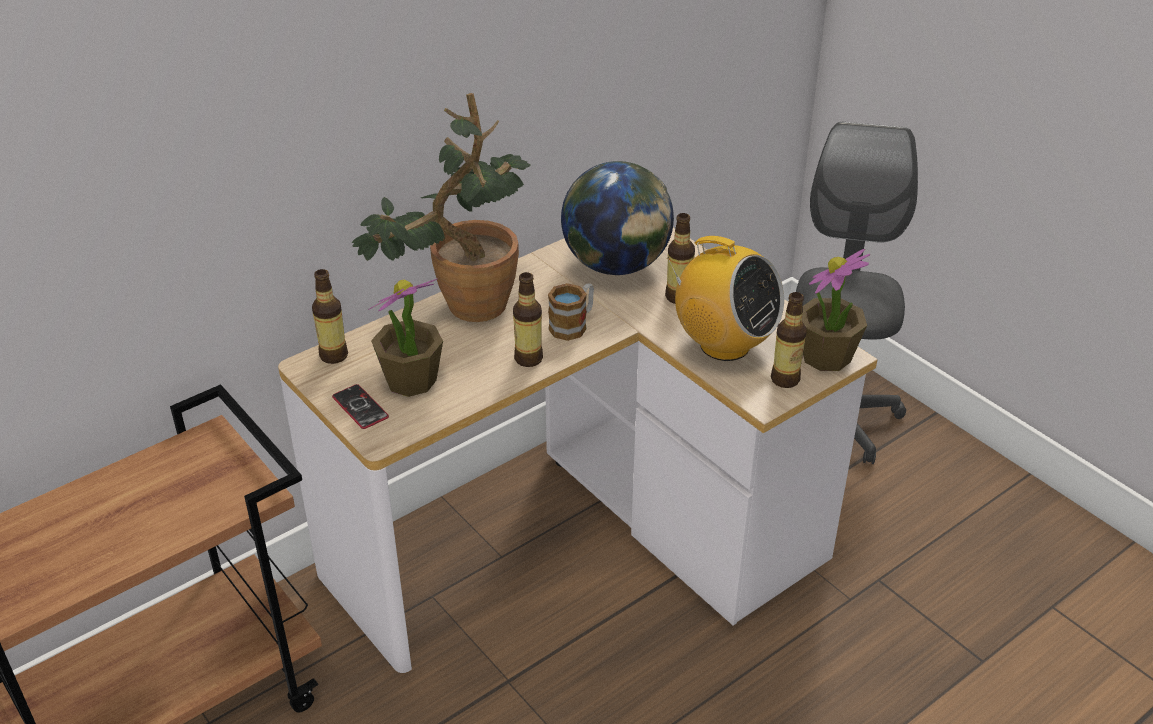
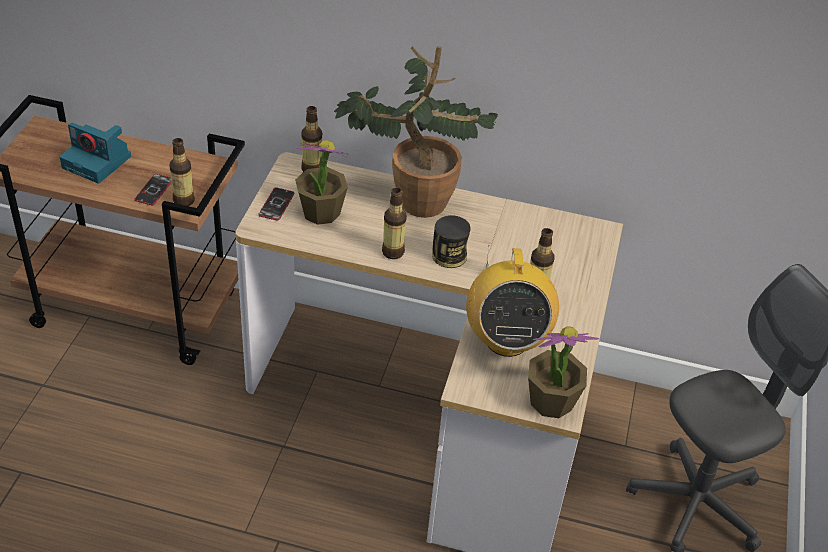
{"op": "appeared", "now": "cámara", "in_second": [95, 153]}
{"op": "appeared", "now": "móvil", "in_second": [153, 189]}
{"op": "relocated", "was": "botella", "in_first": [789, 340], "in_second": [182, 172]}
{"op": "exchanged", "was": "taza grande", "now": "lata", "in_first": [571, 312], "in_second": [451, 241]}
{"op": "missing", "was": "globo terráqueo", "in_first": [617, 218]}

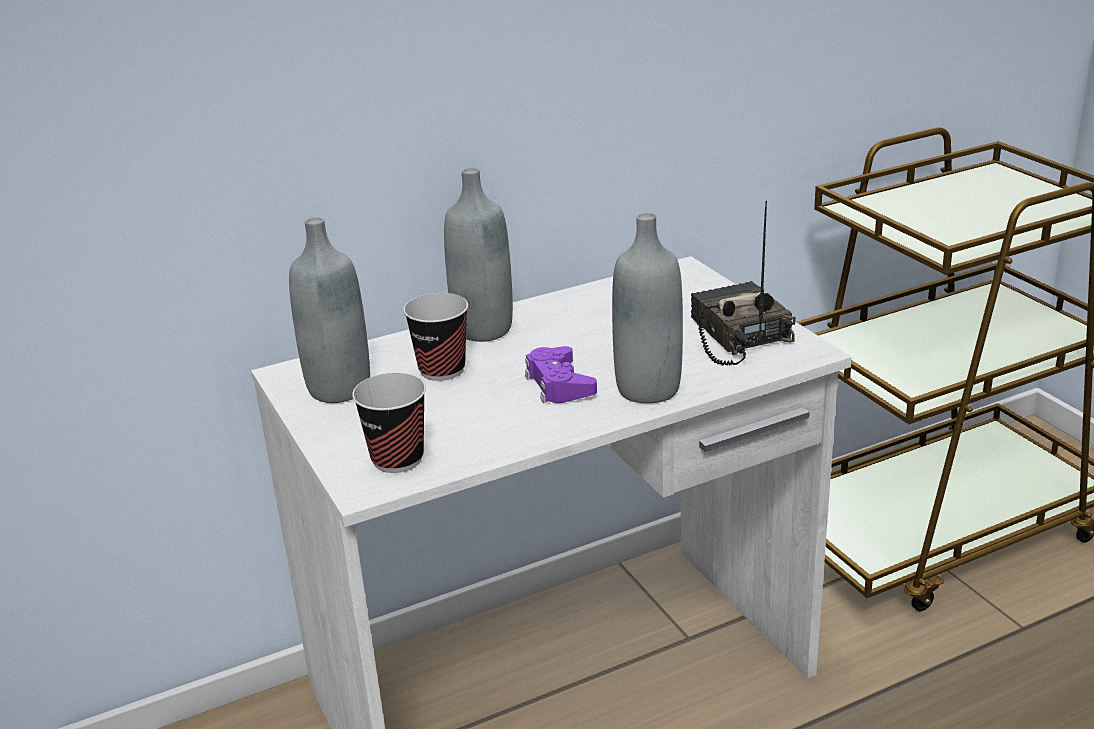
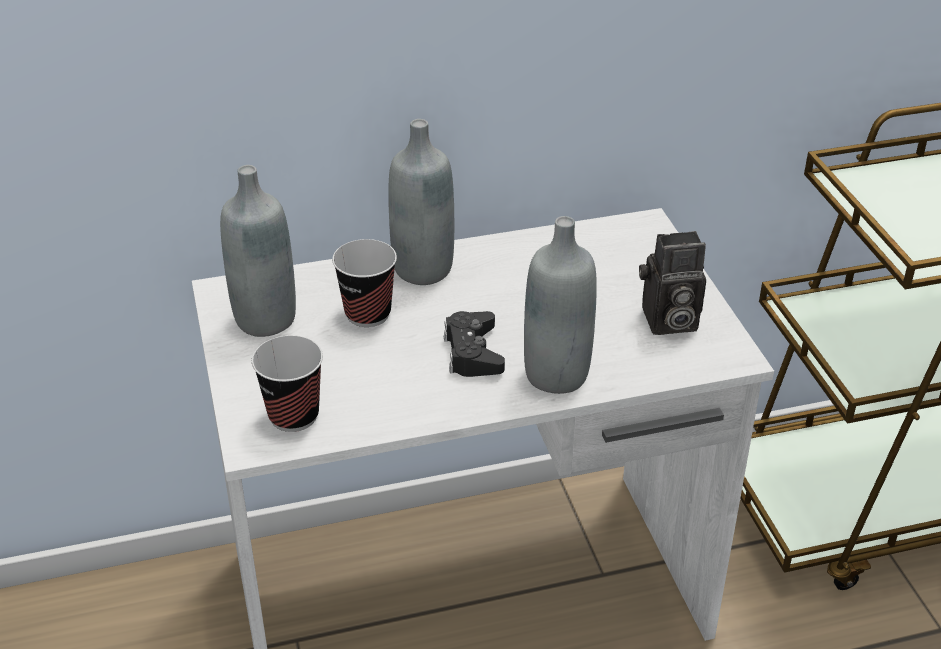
{"op": "colour", "was": "mando de consola/morado", "now": "mando de consola/negro", "in_first": [561, 374], "in_second": [474, 344]}
{"op": "exchanged", "was": "radio", "now": "cámara", "in_first": [743, 283], "in_second": [672, 283]}

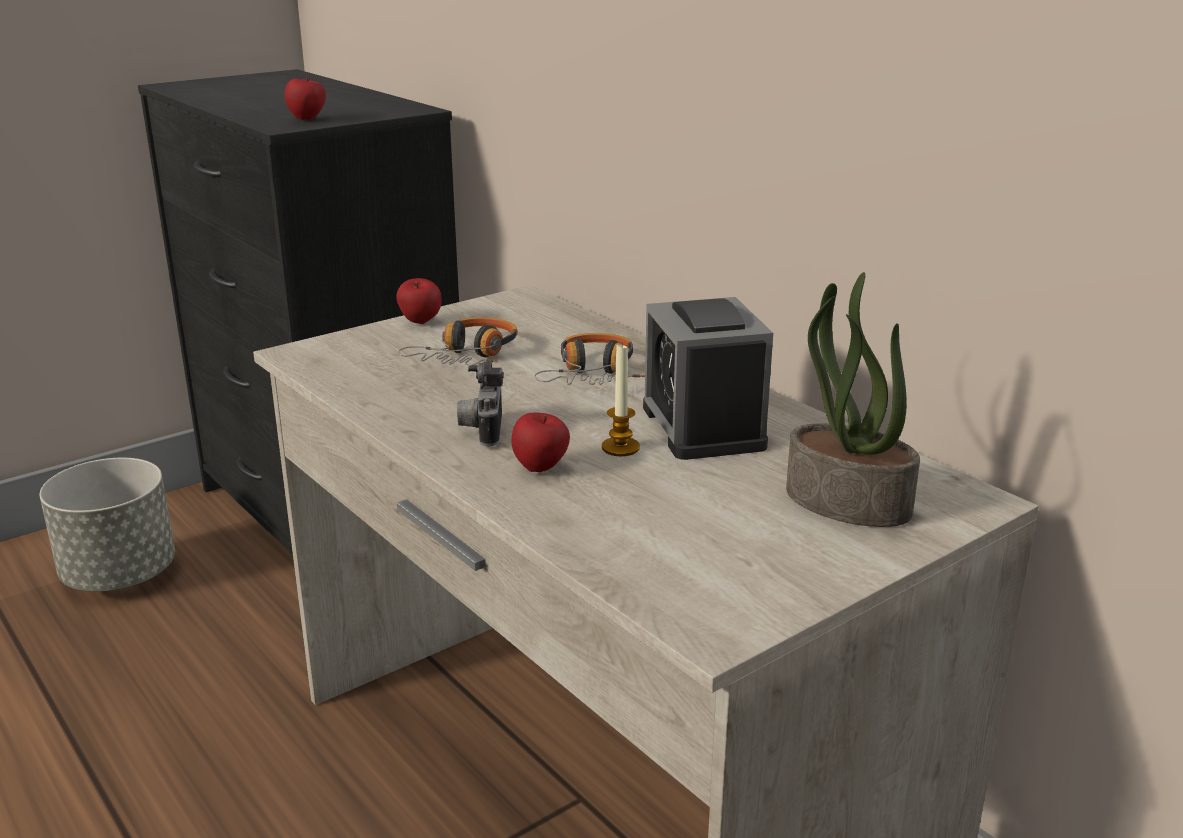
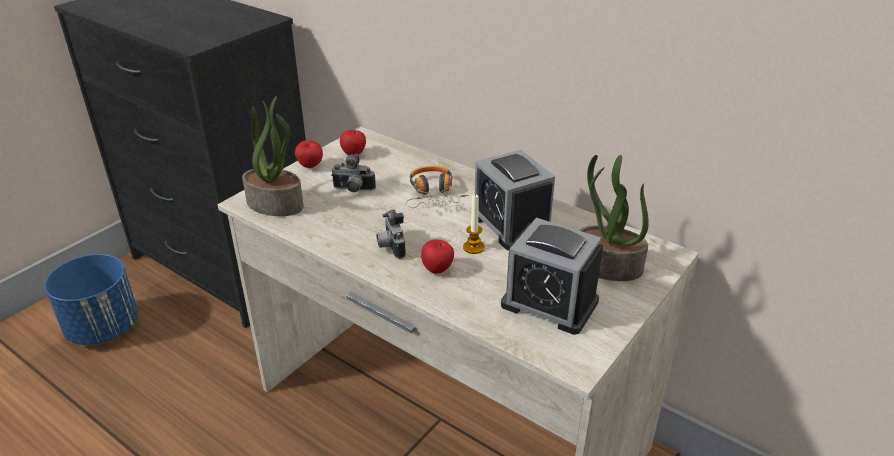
{"op": "colour", "was": "maceta/gris", "now": "maceta/azul", "in_first": [107, 525], "in_second": [91, 299]}
{"op": "appeared", "now": "planta en maceta", "in_second": [273, 156]}
{"op": "exchanged", "was": "auriculares", "now": "cámara", "in_first": [458, 341], "in_second": [353, 172]}
{"op": "relocated", "was": "manzana", "in_first": [305, 98], "in_second": [353, 142]}
{"op": "appeared", "now": "despertador", "in_second": [552, 276]}

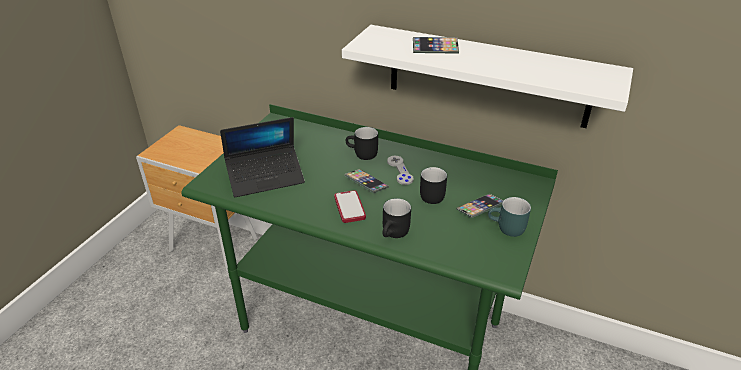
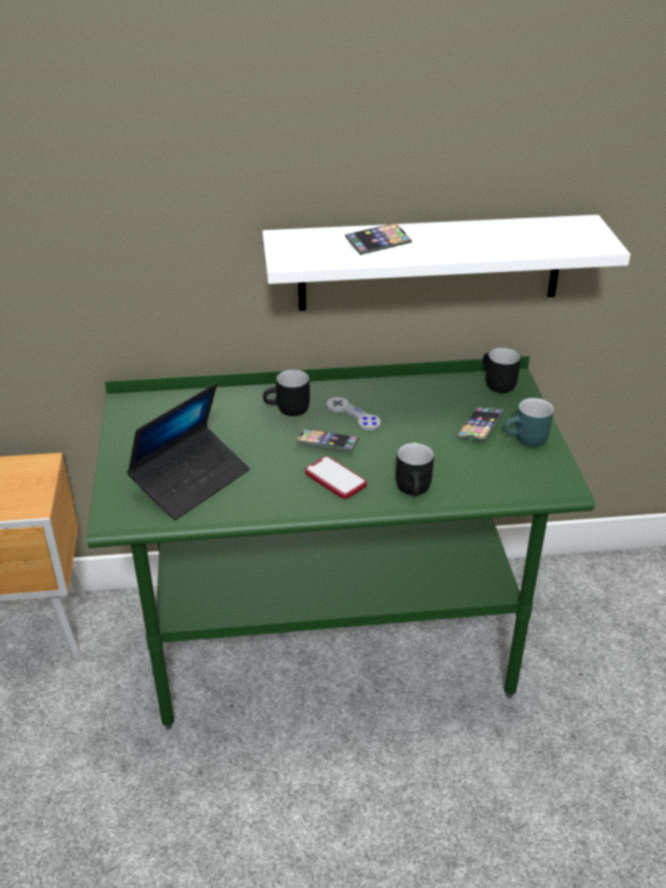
{"op": "relocated", "was": "taza grande/negro", "in_first": [433, 185], "in_second": [502, 370]}

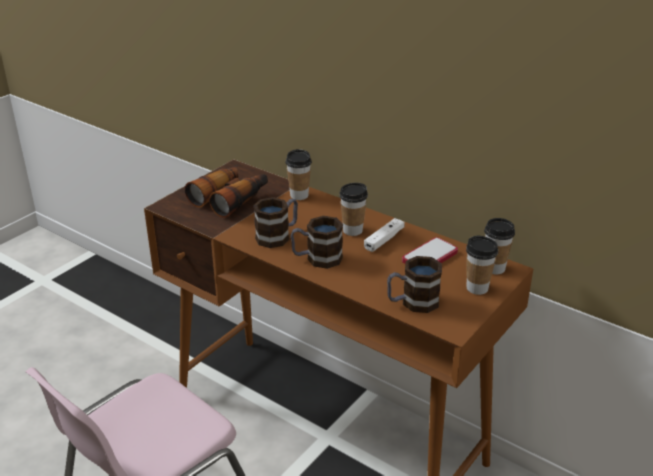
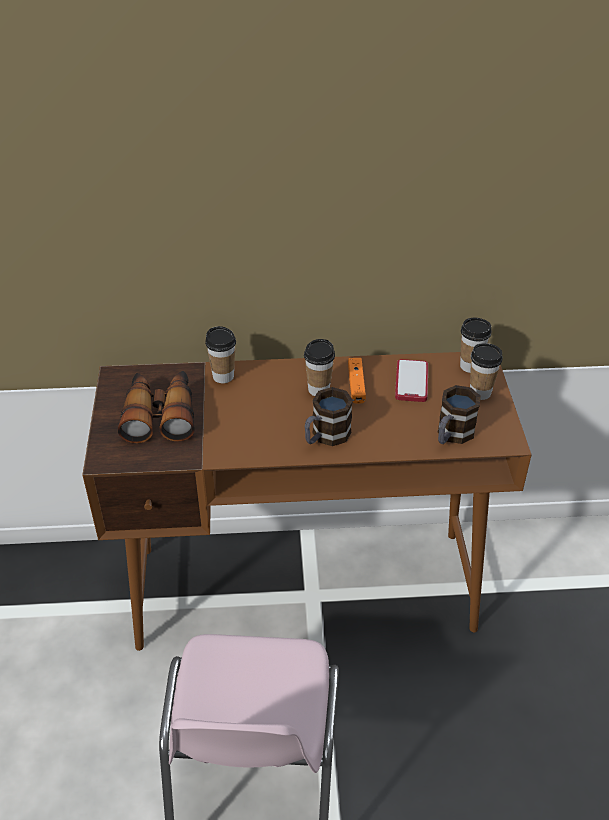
{"op": "colour", "was": "mando de consola/blanco", "now": "mando de consola/naranja", "in_first": [384, 235], "in_second": [357, 381]}
{"op": "missing", "was": "taza grande", "in_first": [276, 222]}

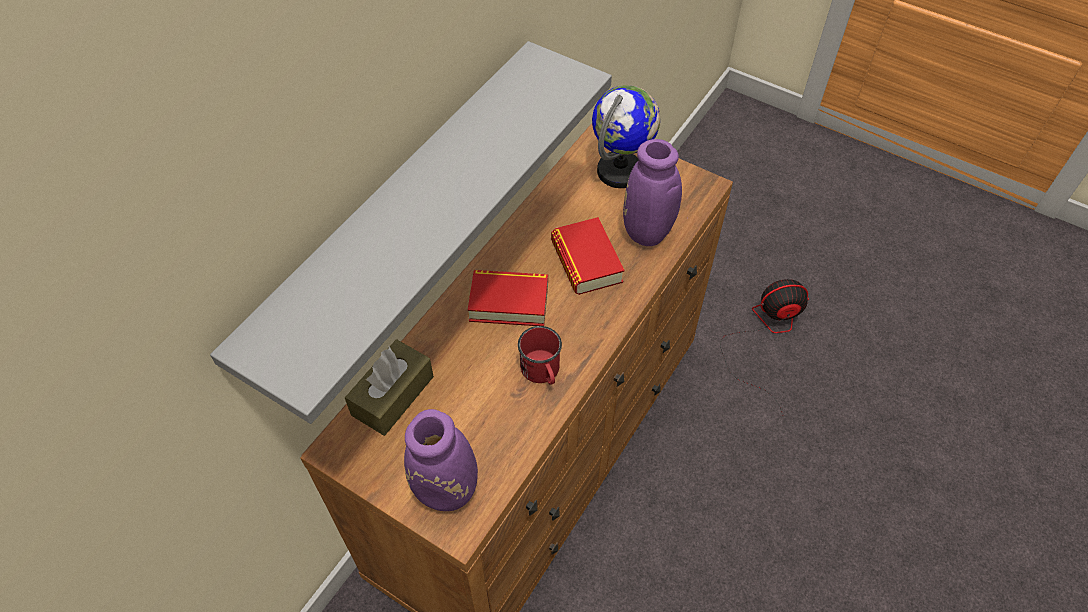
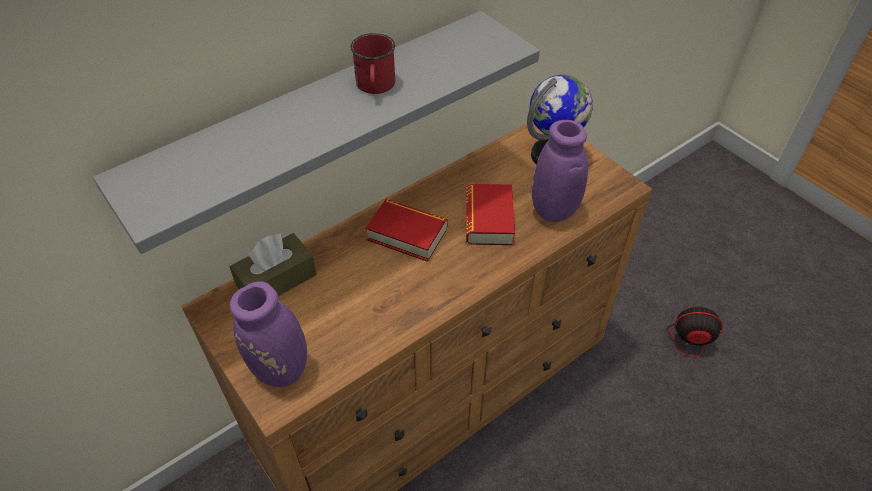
{"op": "relocated", "was": "taza grande/rojo", "in_first": [540, 355], "in_second": [372, 63]}

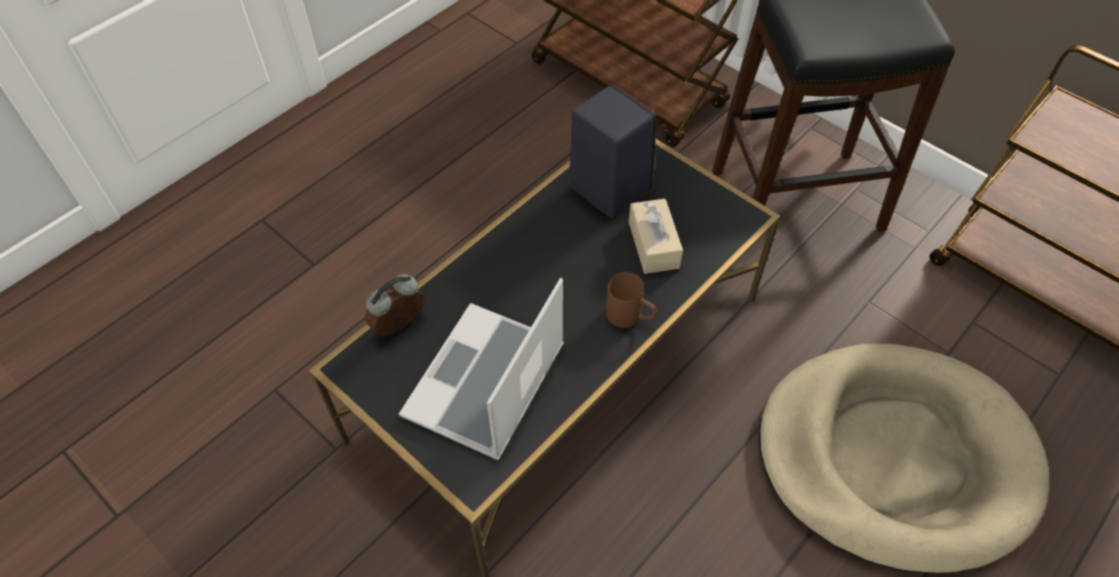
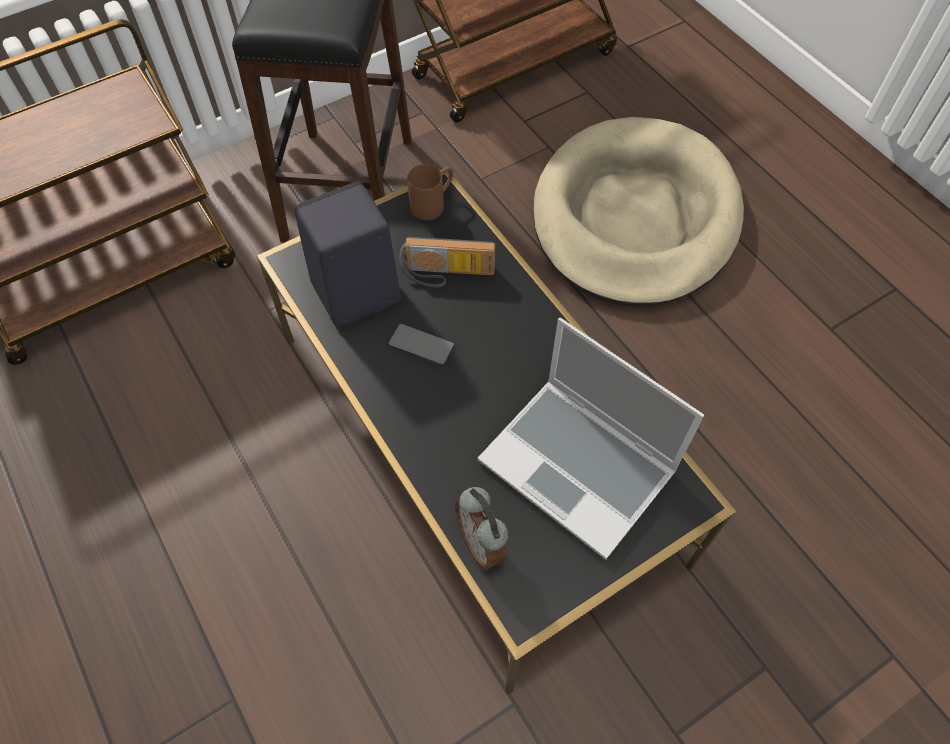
{"op": "appeared", "now": "móvil", "in_second": [421, 345]}
{"op": "exchanged", "was": "caja de pañuelos/beis", "now": "radio", "in_first": [656, 236], "in_second": [447, 262]}
{"op": "relocated", "was": "taza grande/marrón", "in_first": [631, 300], "in_second": [430, 192]}

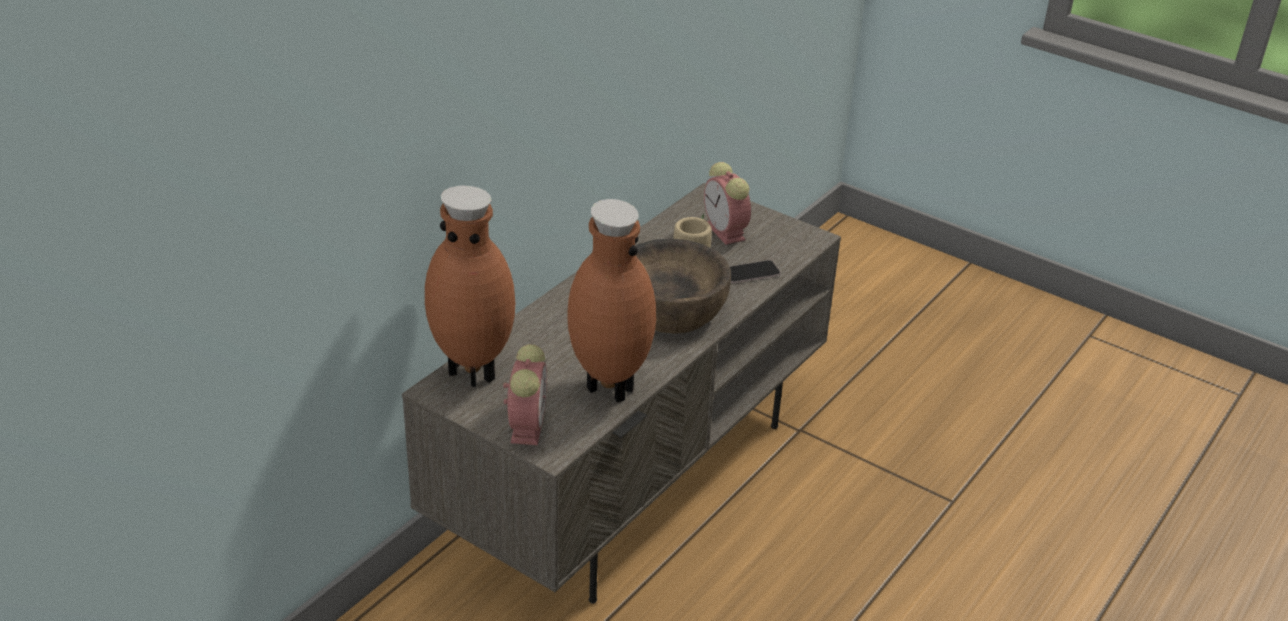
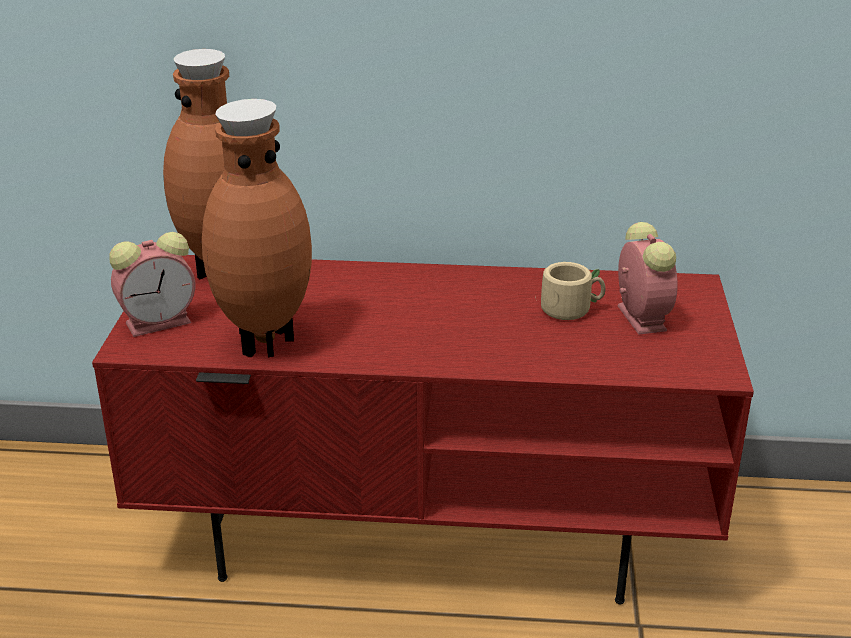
{"op": "colour", "was": "mueble de televisión/gris", "now": "mueble de televisión/rojo", "in_first": [621, 393], "in_second": [423, 429]}
{"op": "spun", "was": "despertador", "in_first": [727, 203], "in_second": [648, 278], "clockwise": 135}
{"op": "missing", "was": "cuenco/marrón", "in_first": [683, 286]}
{"op": "missing", "was": "móvil", "in_first": [755, 271]}

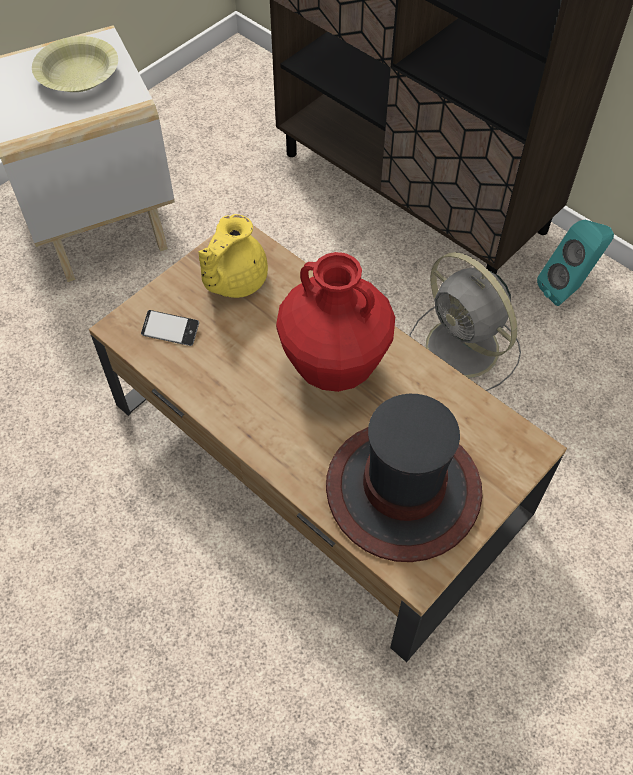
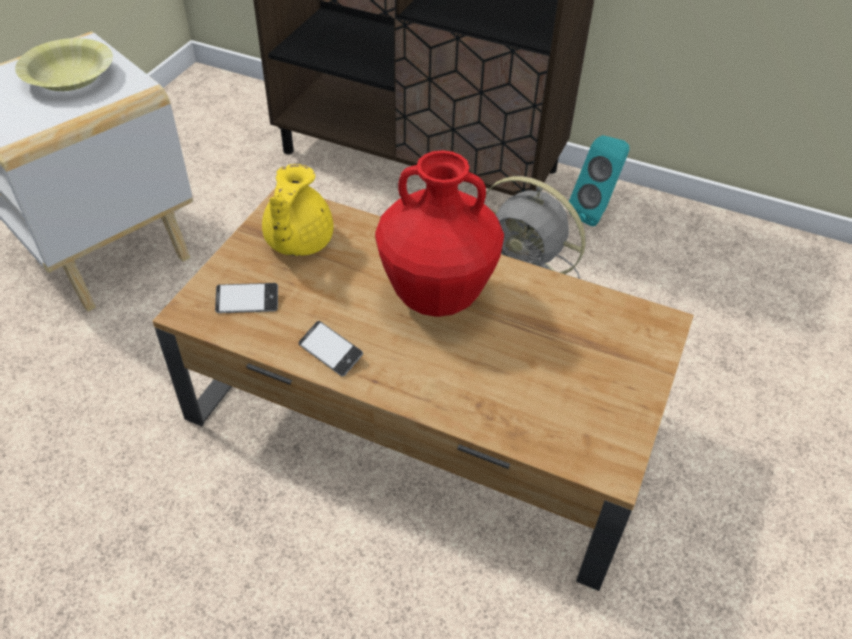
{"op": "appeared", "now": "móvil", "in_second": [331, 349]}
{"op": "missing", "was": "sombrero", "in_first": [404, 478]}

